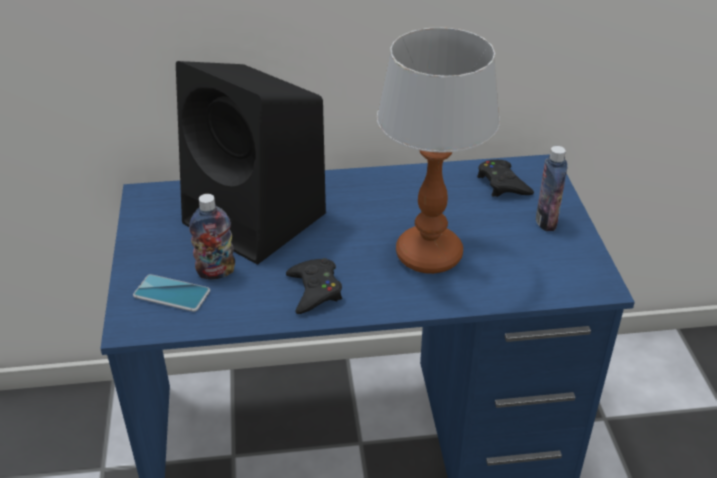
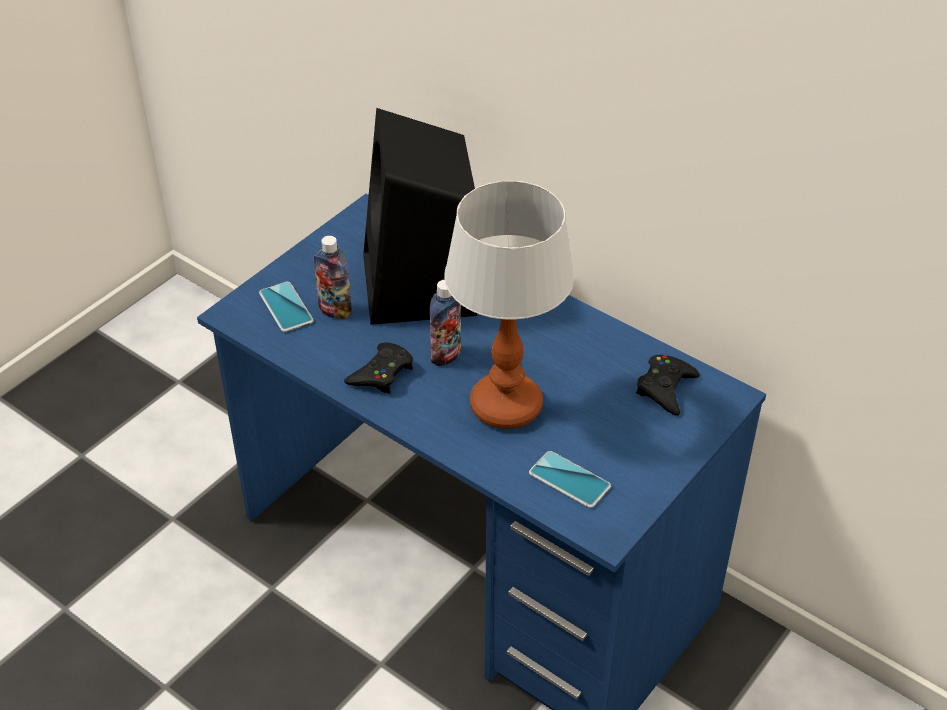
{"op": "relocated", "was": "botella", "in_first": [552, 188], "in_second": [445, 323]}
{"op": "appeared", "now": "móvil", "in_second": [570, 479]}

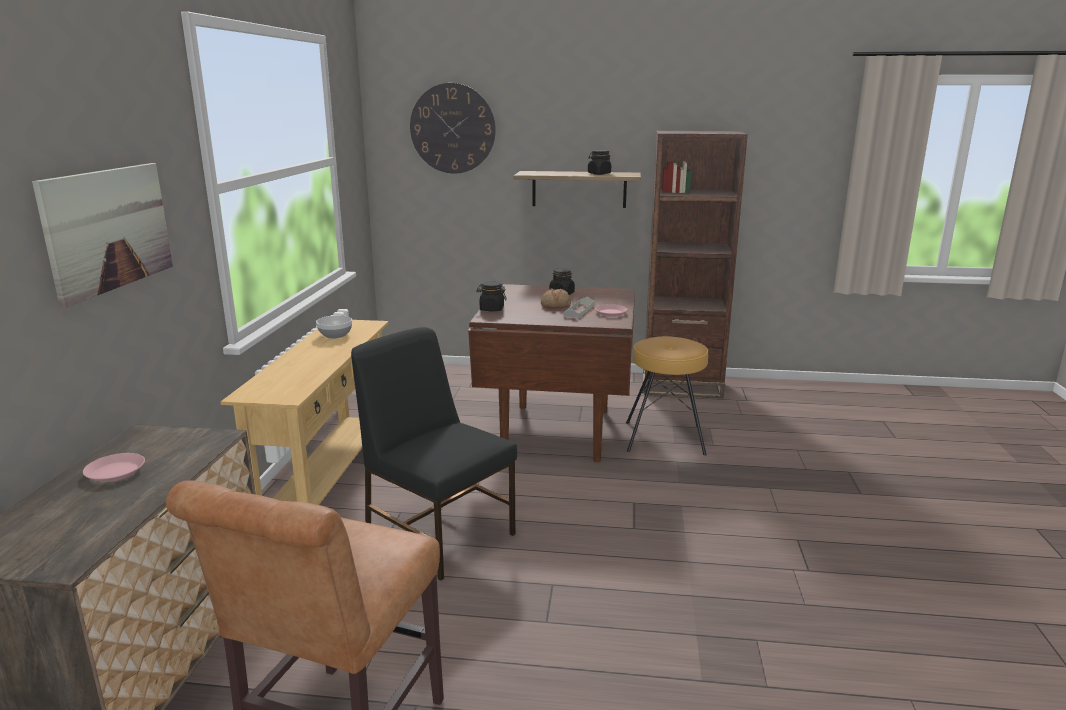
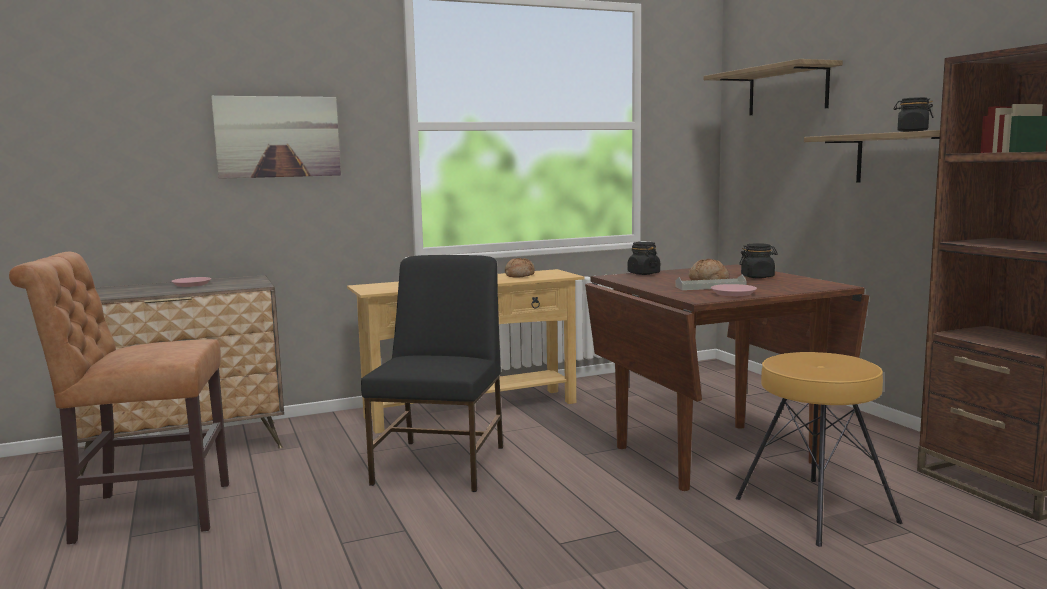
{"op": "exchanged", "was": "cuenco", "now": "pan", "in_first": [334, 327], "in_second": [520, 268]}
{"op": "exchanged", "was": "reloj de pared", "now": "estante", "in_first": [453, 128], "in_second": [773, 87]}

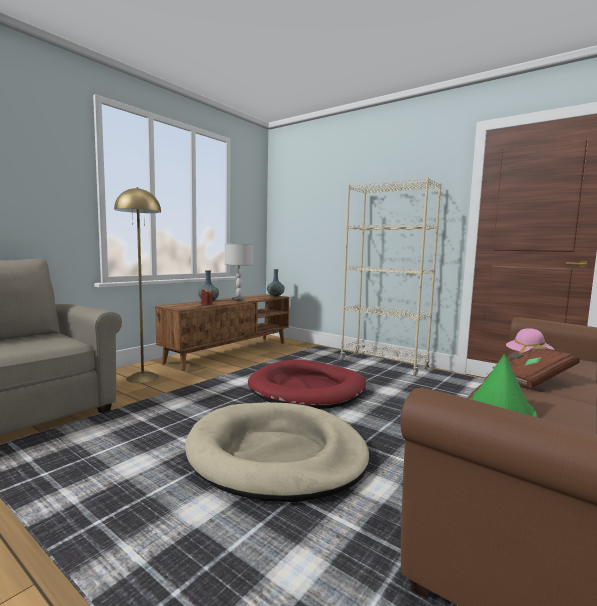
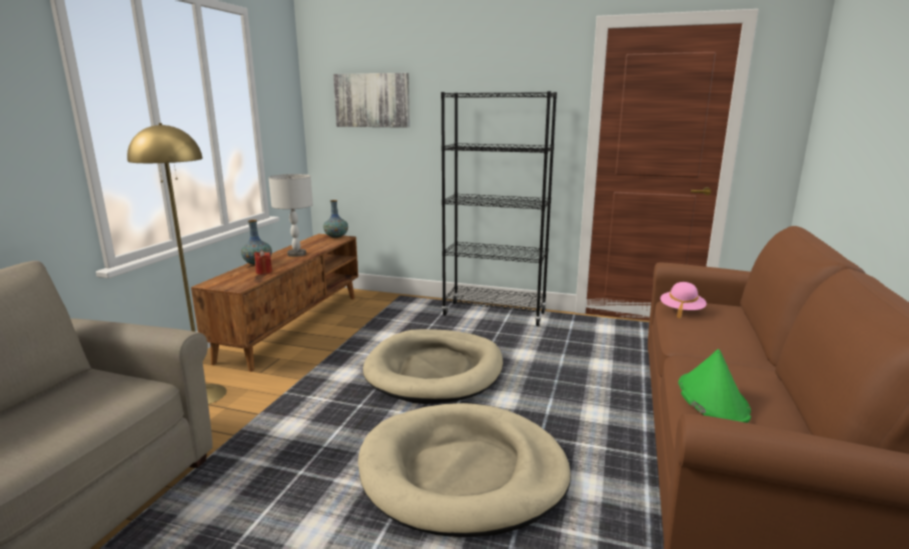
{"op": "appeared", "now": "cuadro", "in_second": [371, 100]}
{"op": "colour", "was": "cama para perro/rojo", "now": "cama para perro/beis", "in_first": [307, 384], "in_second": [433, 366]}
{"op": "colour", "was": "estantería/beis", "now": "estantería/negro", "in_first": [391, 276], "in_second": [499, 208]}
{"op": "missing", "was": "libro/marrón", "in_first": [536, 366]}

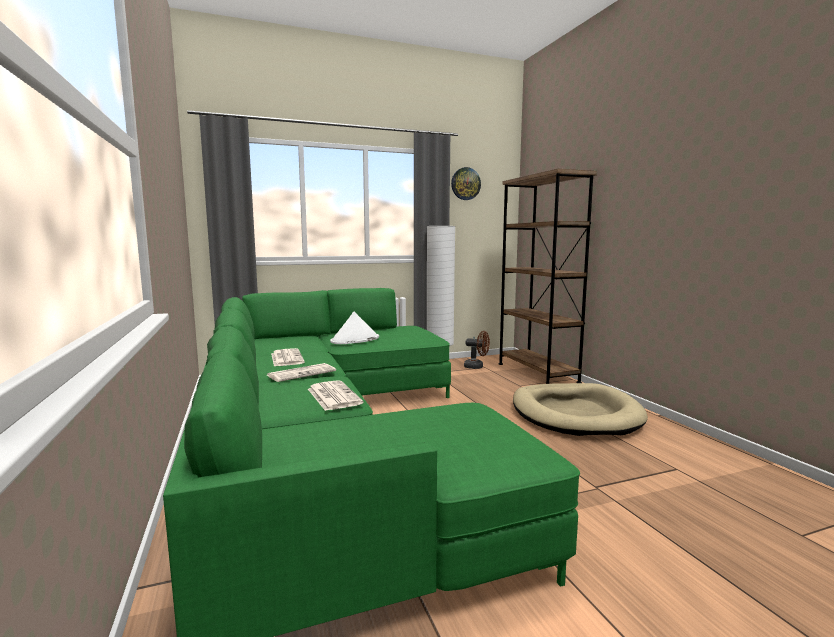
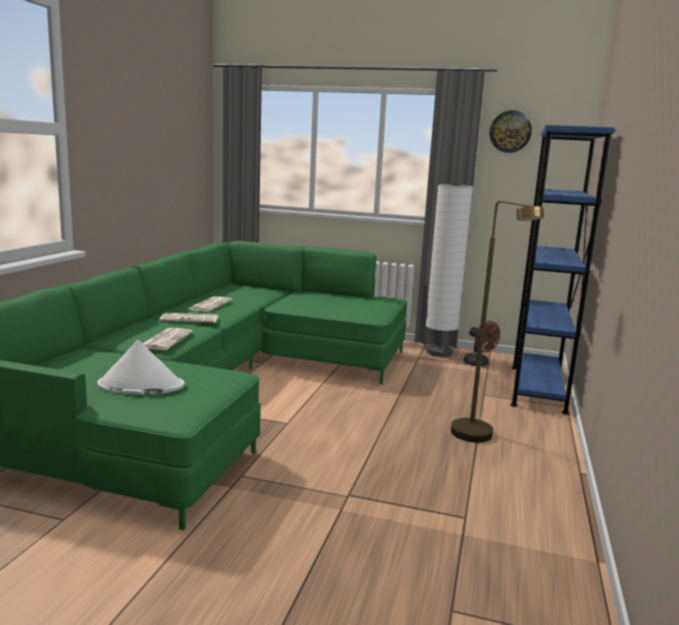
{"op": "relocated", "was": "sombrero/blanco", "in_first": [354, 328], "in_second": [141, 367]}
{"op": "exchanged", "was": "cama para perro/beis", "now": "lámpara de pie/marrón", "in_first": [580, 409], "in_second": [497, 321]}
{"op": "colour", "was": "estantería/marrón", "now": "estantería/azul", "in_first": [547, 276], "in_second": [562, 270]}

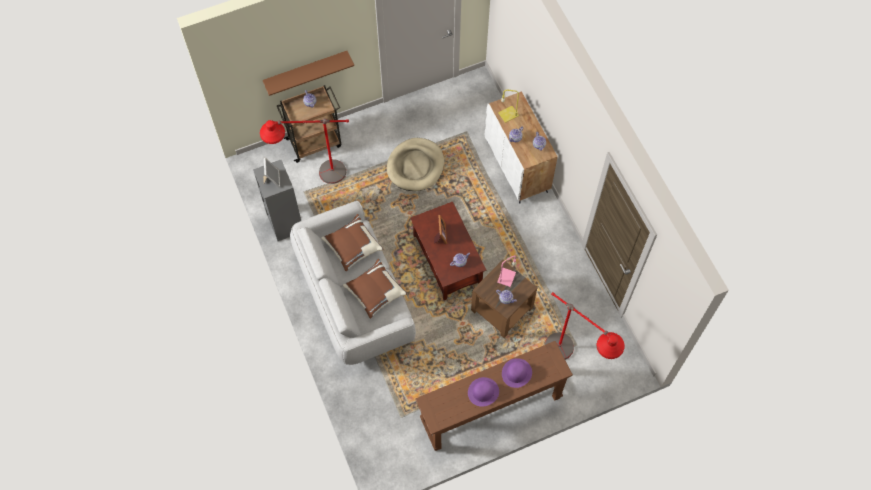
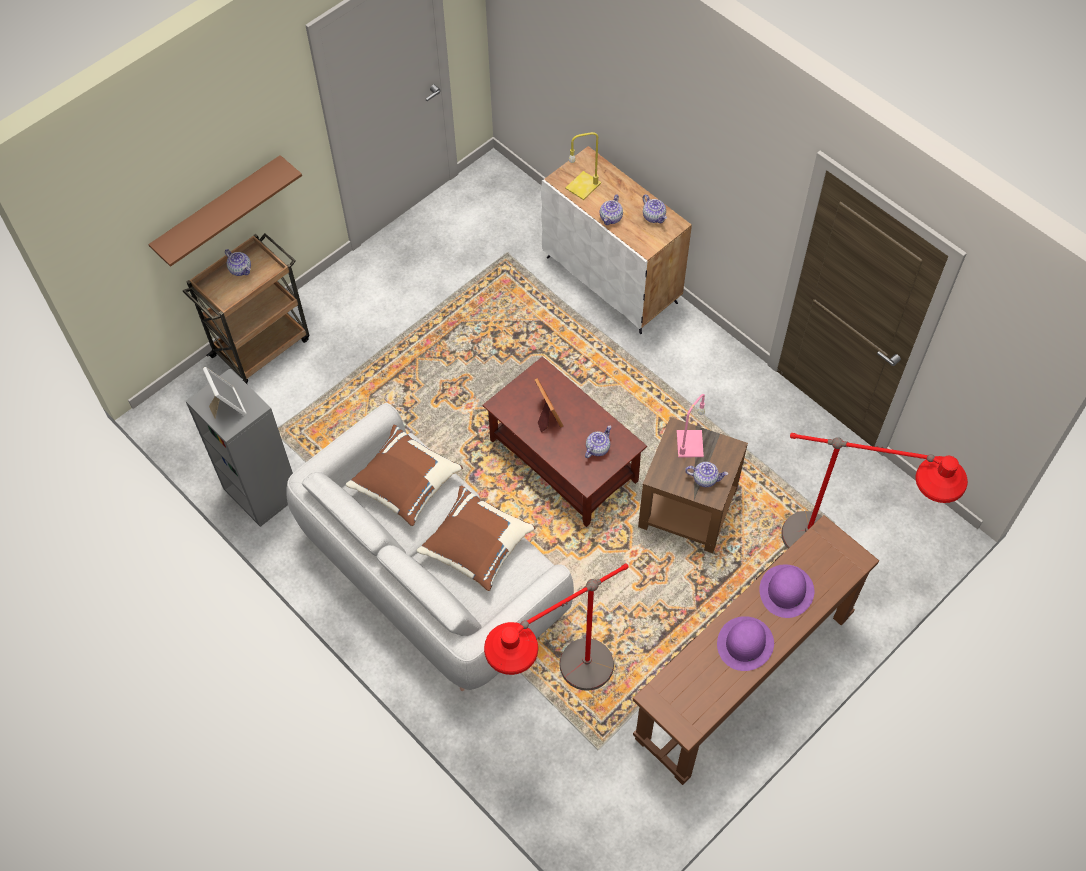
{"op": "relocated", "was": "lámpara de pie/rojo", "in_first": [304, 151], "in_second": [556, 627]}
{"op": "missing", "was": "cama para perro/beis", "in_first": [415, 164]}

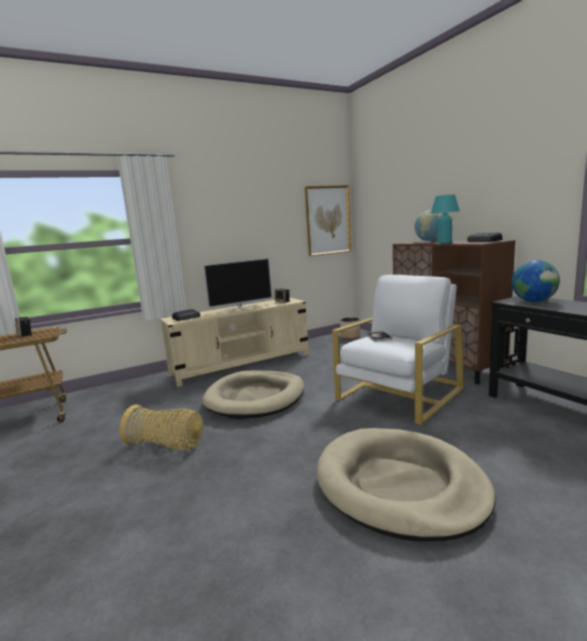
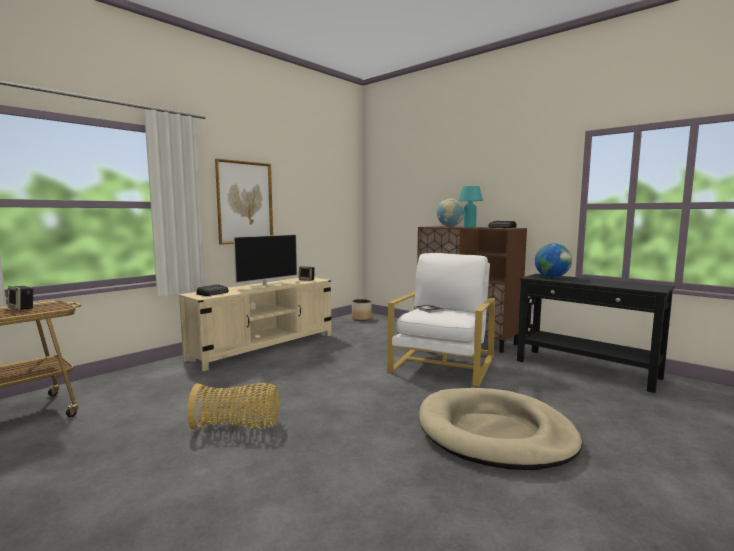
{"op": "relocated", "was": "cuadro", "in_first": [328, 220], "in_second": [244, 202]}
{"op": "missing", "was": "cama para perro/beis", "in_first": [253, 395]}

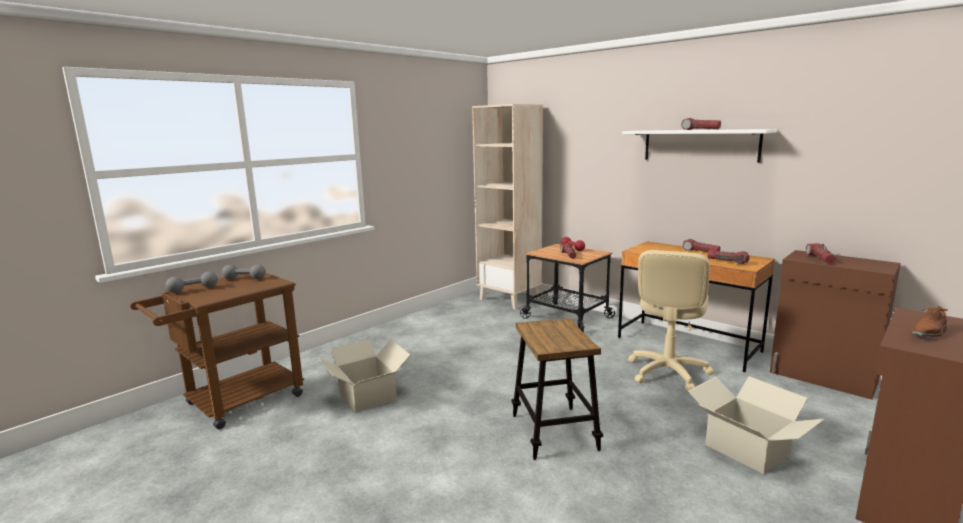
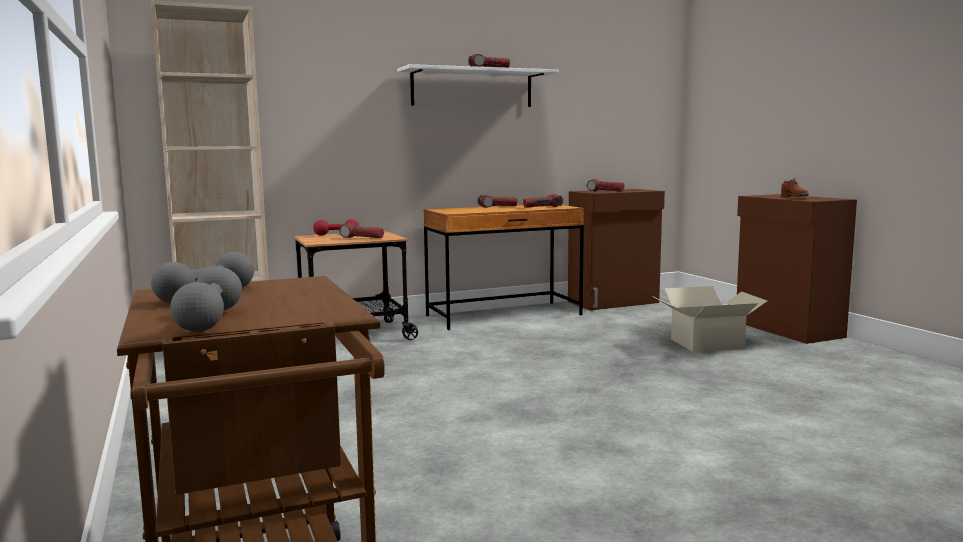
{"op": "missing", "was": "caja de cartón", "in_first": [364, 376]}
{"op": "missing", "was": "taburete", "in_first": [557, 389]}
{"op": "missing", "was": "silla de oficina/beis", "in_first": [671, 321]}

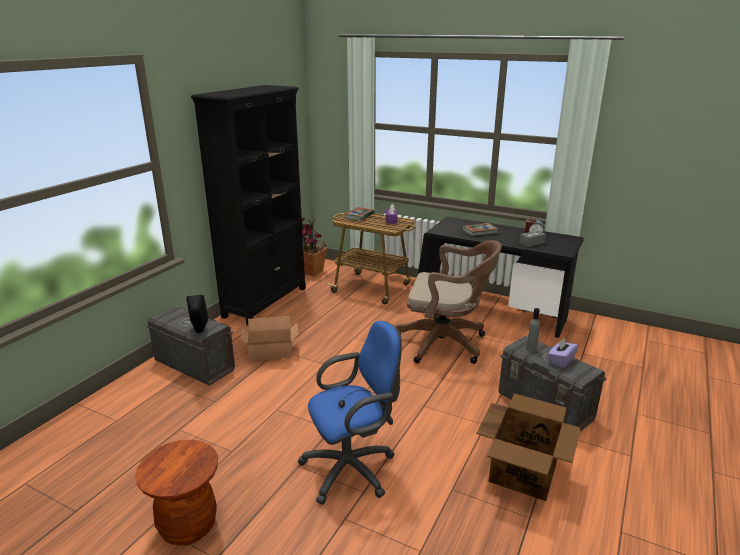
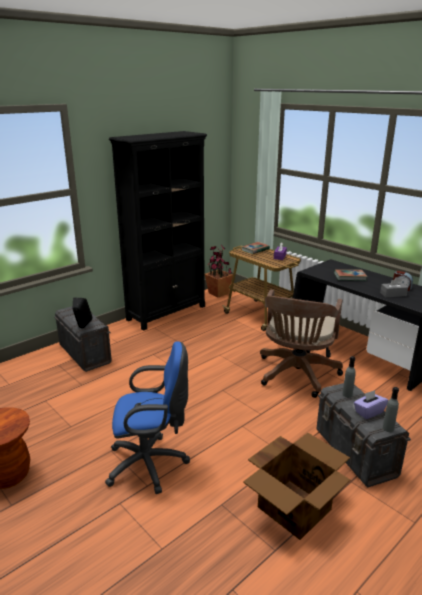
{"op": "spun", "was": "silla de oficina/marrón", "in_first": [448, 302], "in_second": [301, 343], "clockwise": 75}
{"op": "appeared", "now": "botella/gris", "in_second": [391, 409]}
{"op": "missing", "was": "caja de cartón", "in_first": [269, 338]}

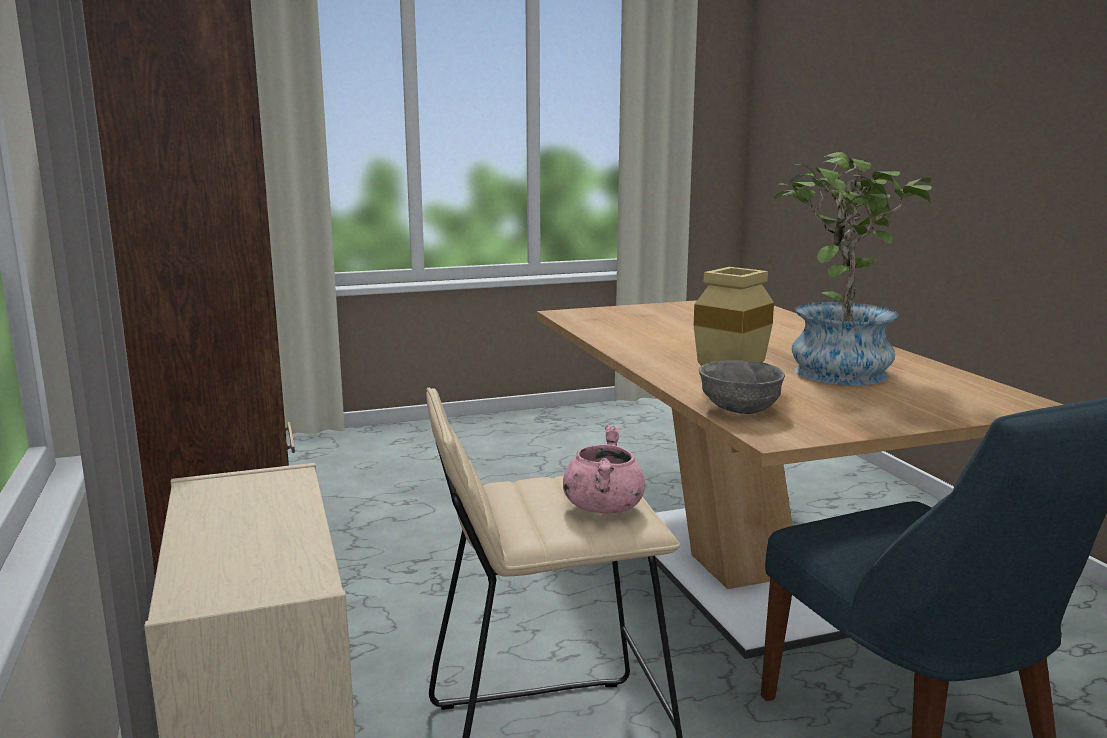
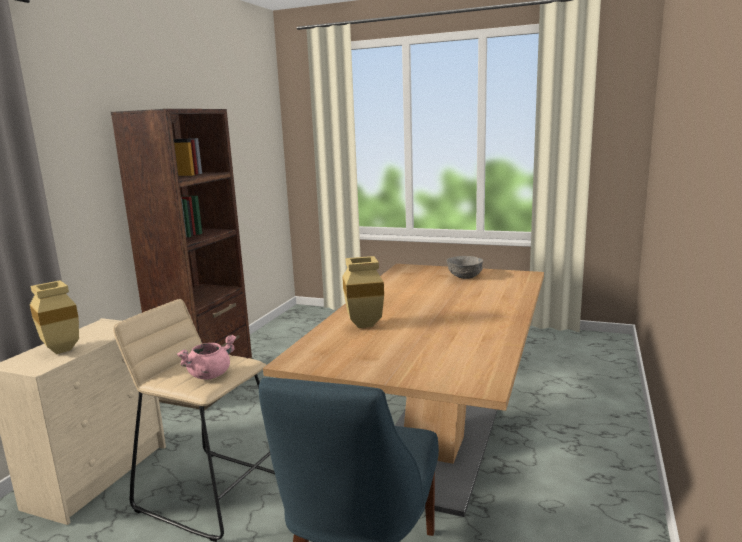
{"op": "appeared", "now": "florero/beis", "in_second": [54, 317]}
{"op": "relocated", "was": "cuenco/gris", "in_first": [742, 387], "in_second": [464, 267]}
{"op": "missing", "was": "planta en maceta", "in_first": [853, 268]}

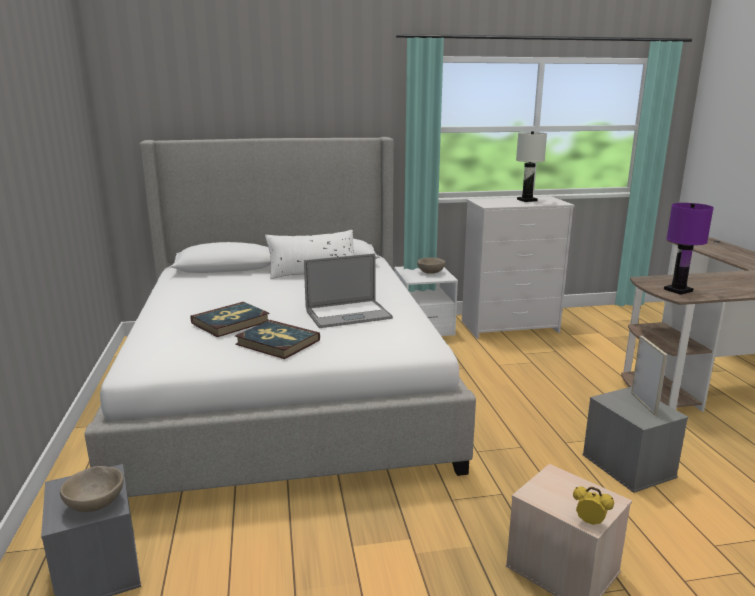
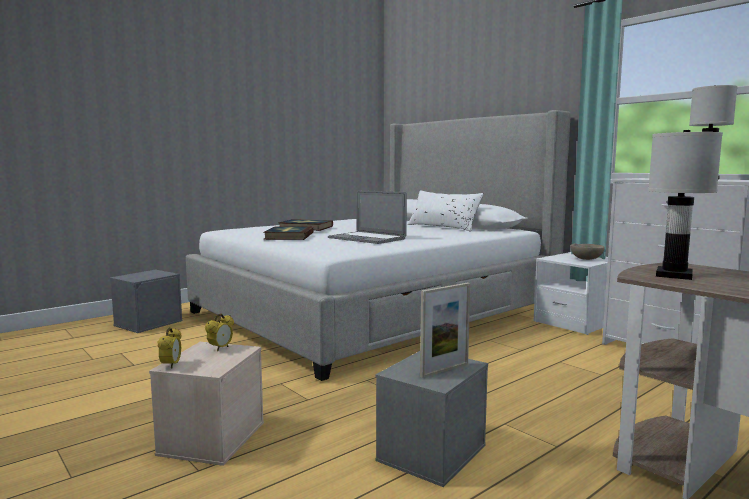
{"op": "appeared", "now": "despertador", "in_second": [219, 332]}
{"op": "colour", "was": "lámpara de mesa/morado", "now": "lámpara de mesa/blanco", "in_first": [689, 249], "in_second": [685, 205]}
{"op": "missing", "was": "cuenco/beis", "in_first": [92, 489]}

